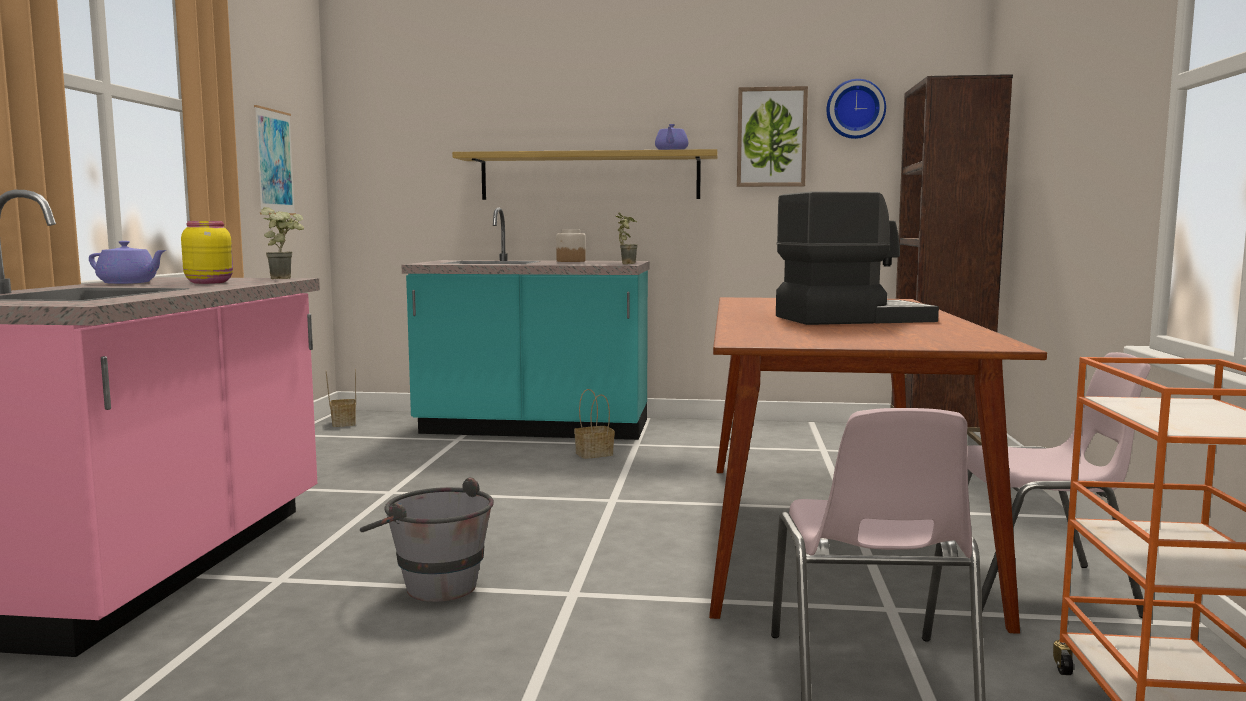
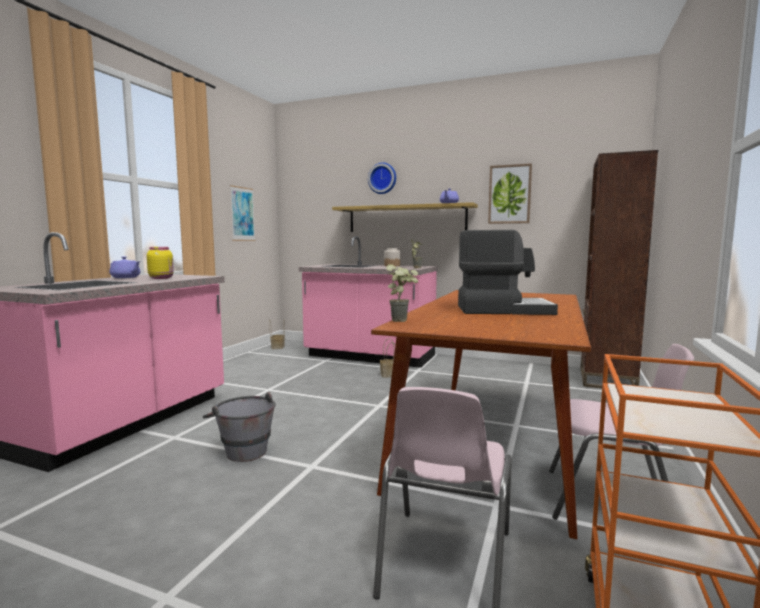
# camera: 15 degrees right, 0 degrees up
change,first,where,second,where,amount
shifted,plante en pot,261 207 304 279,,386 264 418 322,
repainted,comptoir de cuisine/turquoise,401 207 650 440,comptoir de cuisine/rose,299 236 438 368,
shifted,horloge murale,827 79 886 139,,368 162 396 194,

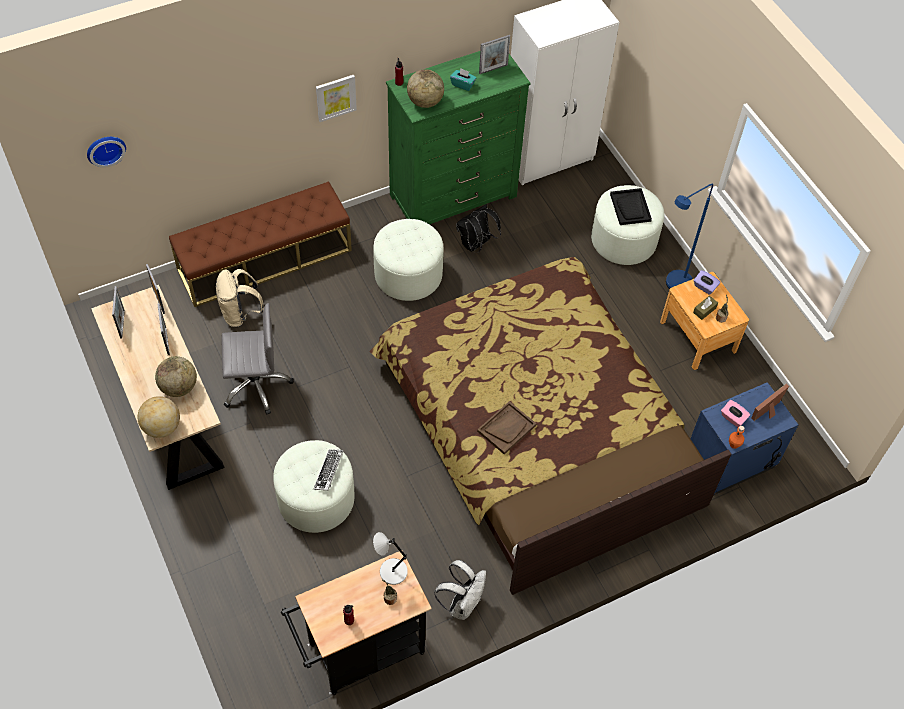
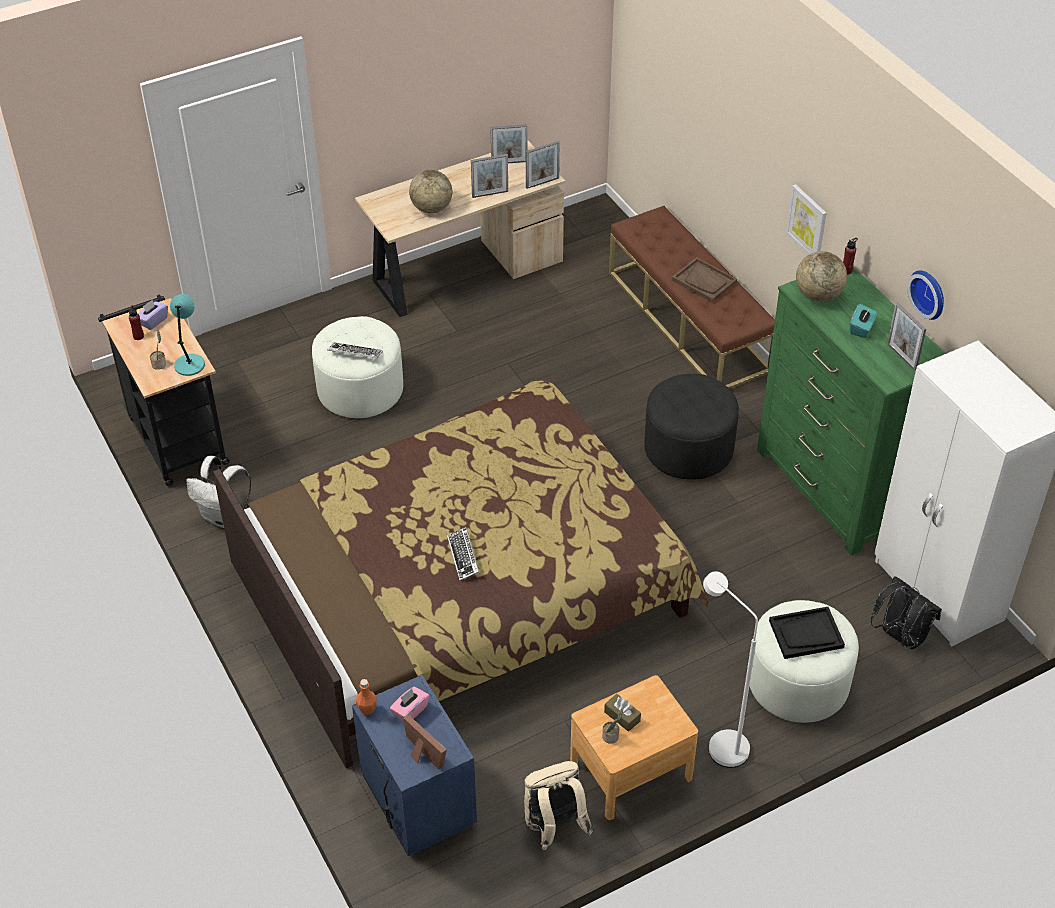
# camera: 90 degrees right, 10 degrees down
change,first,where,second,where,amount
shifted,horloge murale,87 137 126 168,,907 270 944 320,
gone,globe,138 396 180 438,,,
shifted,sac à dos/beige,216 269 264 327,,524 761 593 850,
gone,chaise de bureau/gris,222 303 294 415,,,
repainted,pouf/blanc,373 219 444 301,pouf/noir,644 374 739 480,
repainted,lampe de table/gris,373 532 408 585,lampe de table/turquoise,170 294 205 376,
shifted,sac à dos/noir,456 204 501 253,,870 576 942 650,
shifted,plateau/marron,477 401 536 455,,672 257 737 303,
repainted,lampadaire/bleu,666 184 713 289,lampadaire/blanc,703 571 758 768,
shifted,boîte à mouchoirs/violet,694 270 720 295,,138 300 168 330,
new,,,clavier,447 527 480 581,

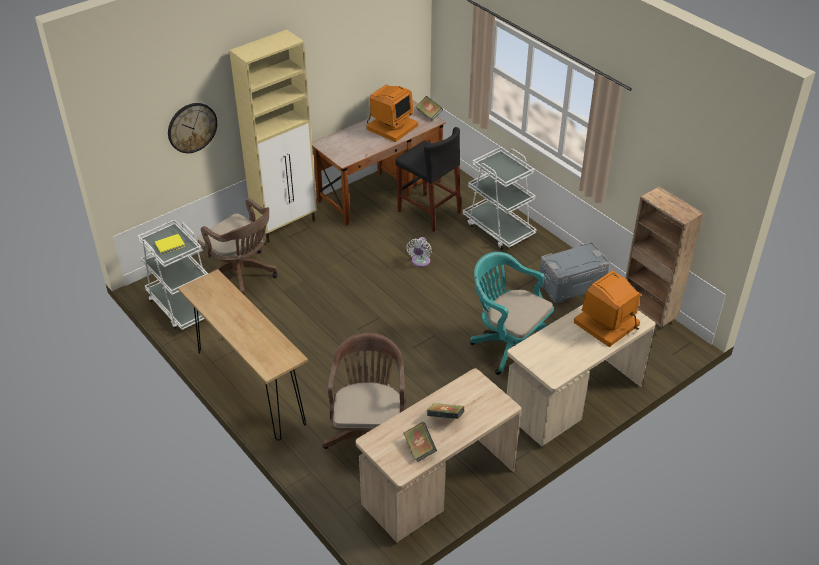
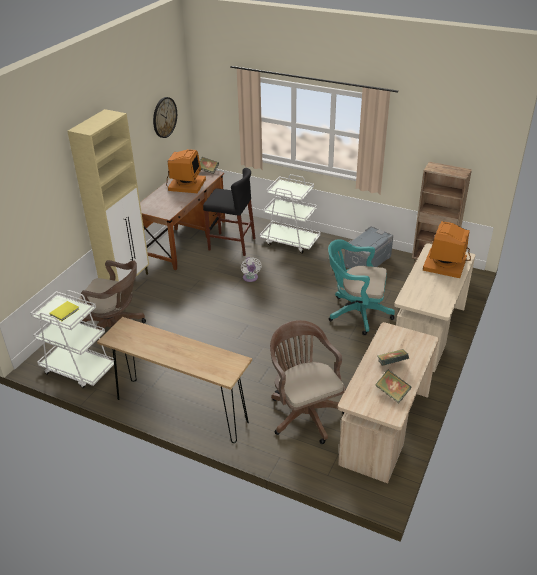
# camera: 25 degrees left, 5 degrees down
change,first,where,second,where,amount
shifted,horloge murale,168 103 217 153,,153 97 177 138,

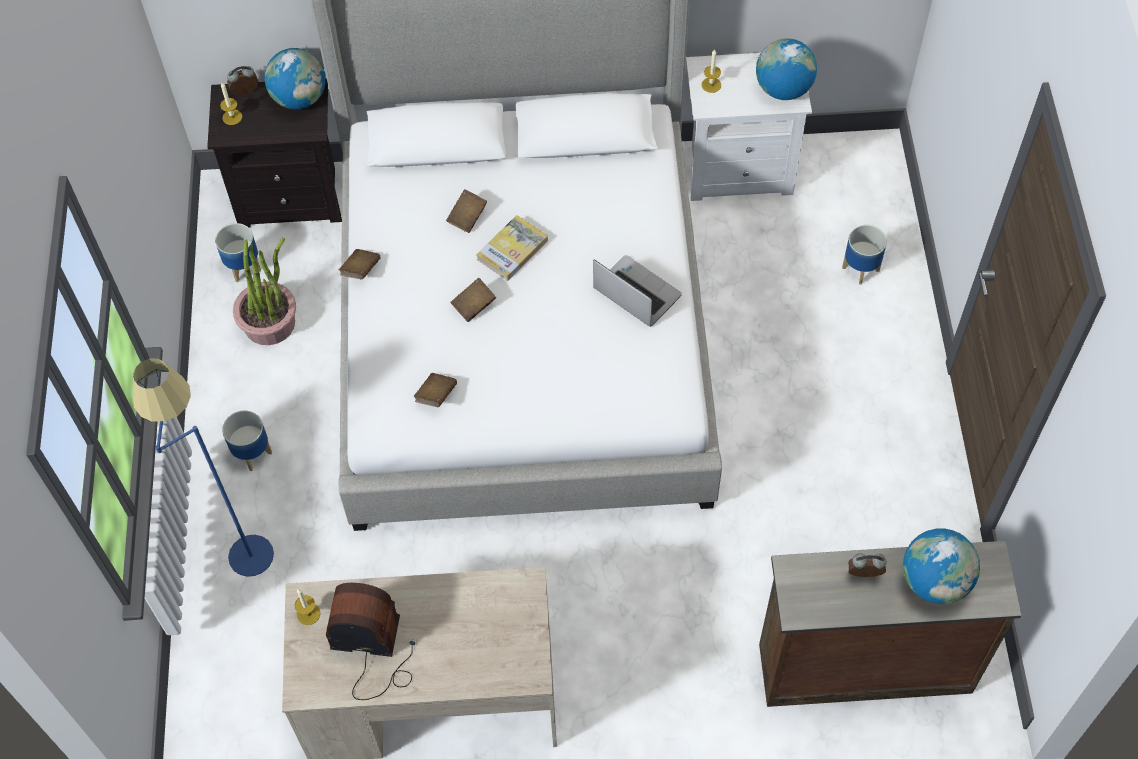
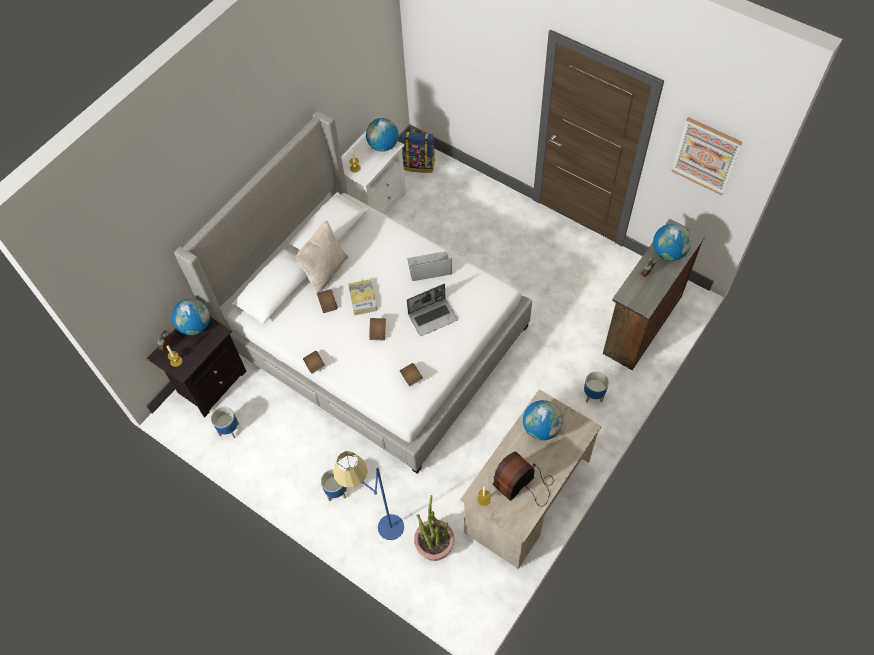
# camera: 50 degrees left, 0 degrees up
change,first,where,second,where,amount
shifted,plante en pot,233 238 296 345,,414 495 455 561,
shifted,cache-pot,842 225 887 285,,584 371 609 403,
new,,,coussin/beige,296 221 348 293,
new,,,sac à dos,401 130 435 173,
new,,,ordinateur portable,407 284 458 336,
new,,,globe,523 400 563 440,
new,,,tableau,672 117 743 195,

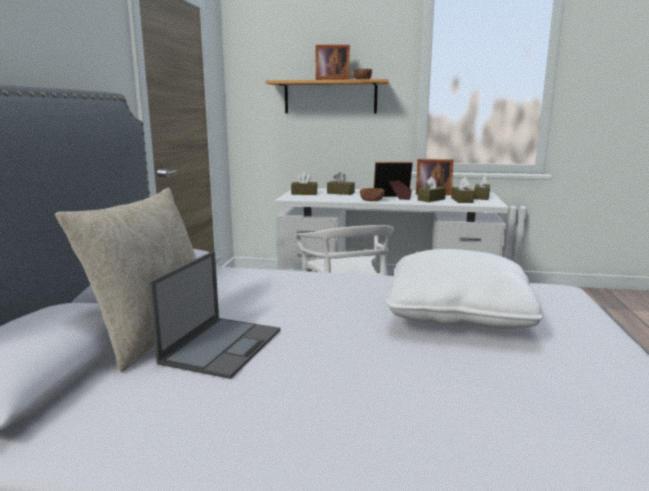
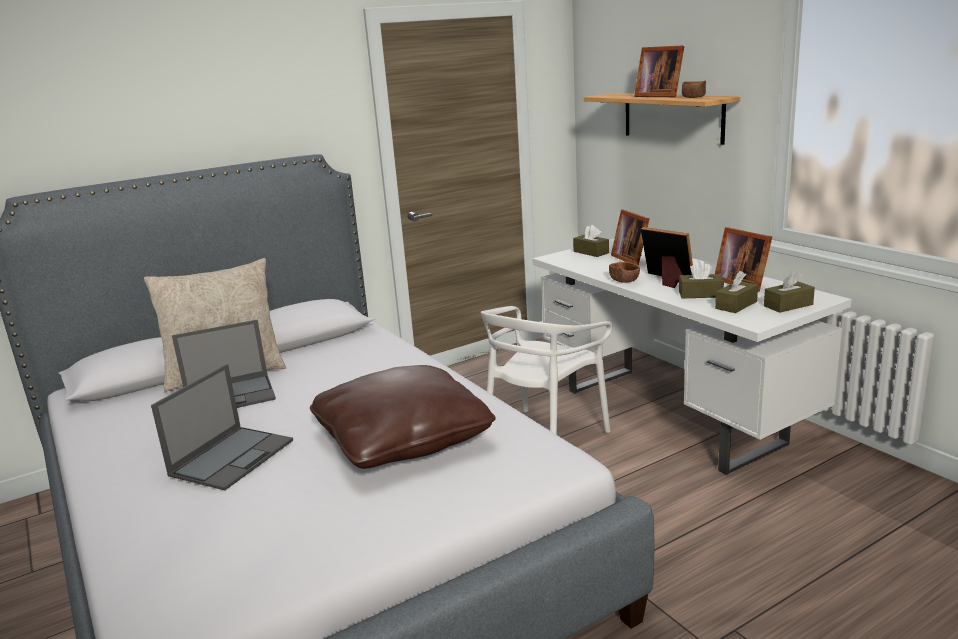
# camera: 50 degrees right, 5 degrees up
change,first,where,second,where,amount
swapped,boîte à mouchoirs/marron,327 172 355 195,cadre photo,611 209 650 266,
repainted,coussin/blanc,386 249 544 329,coussin/marron,310 365 496 469,
new,,,ordinateur portable,151 364 293 490,

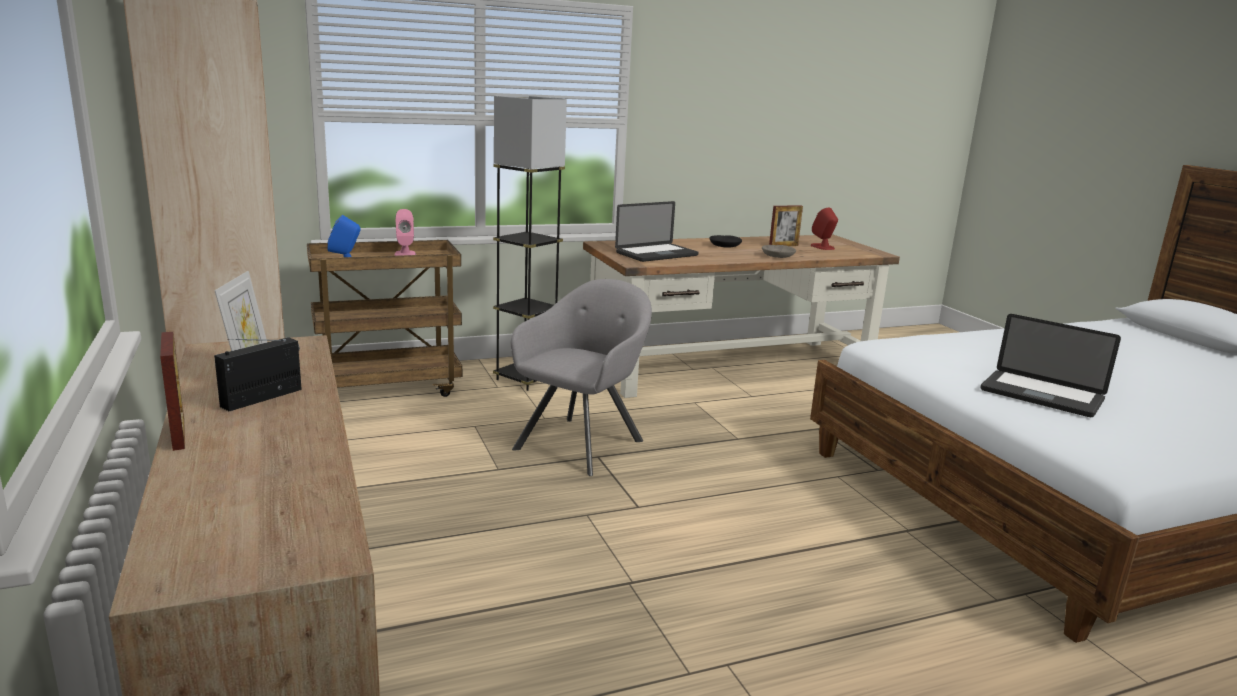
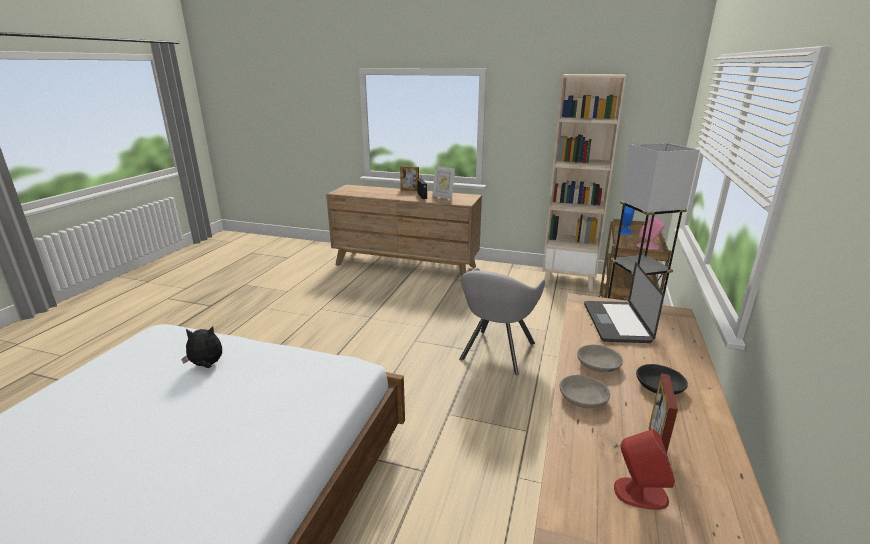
# camera: 130 degrees right, 5 degrees up
change,first,where,second,where,amount
rotated,fauteuil/gris,511 279 652 476,,459 268 545 375,45 degrees clockwise
swapped,ordinateur portable,980 314 1121 417,peluche,181 326 222 368,
new,,,bol/gris,577 345 623 372,

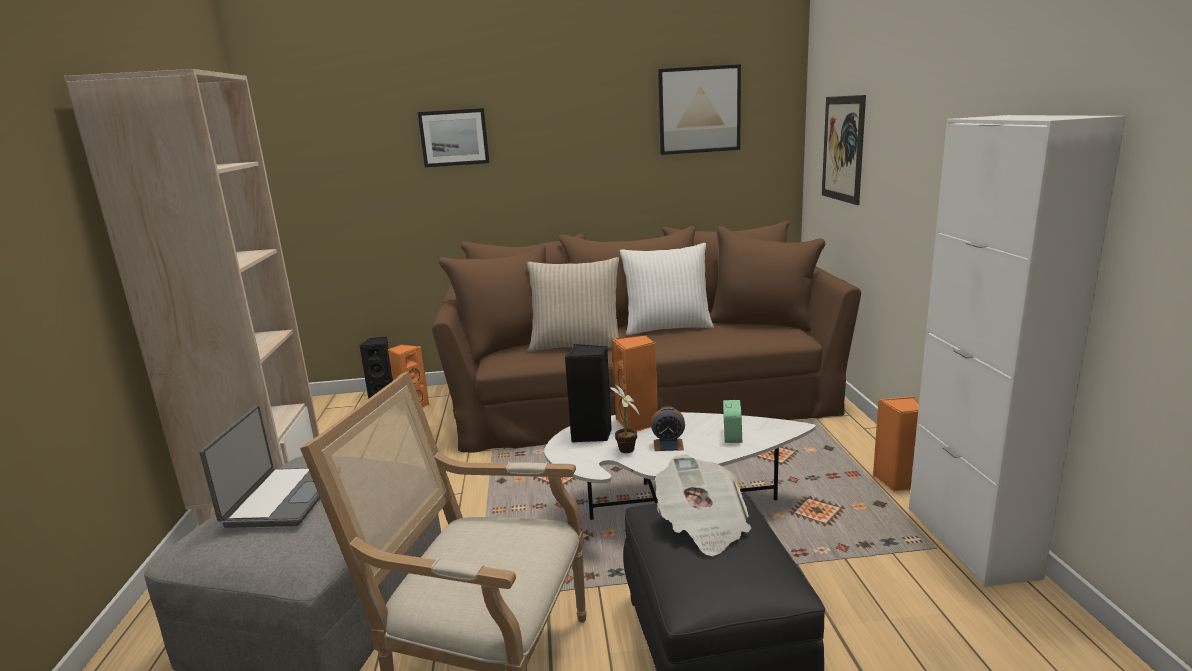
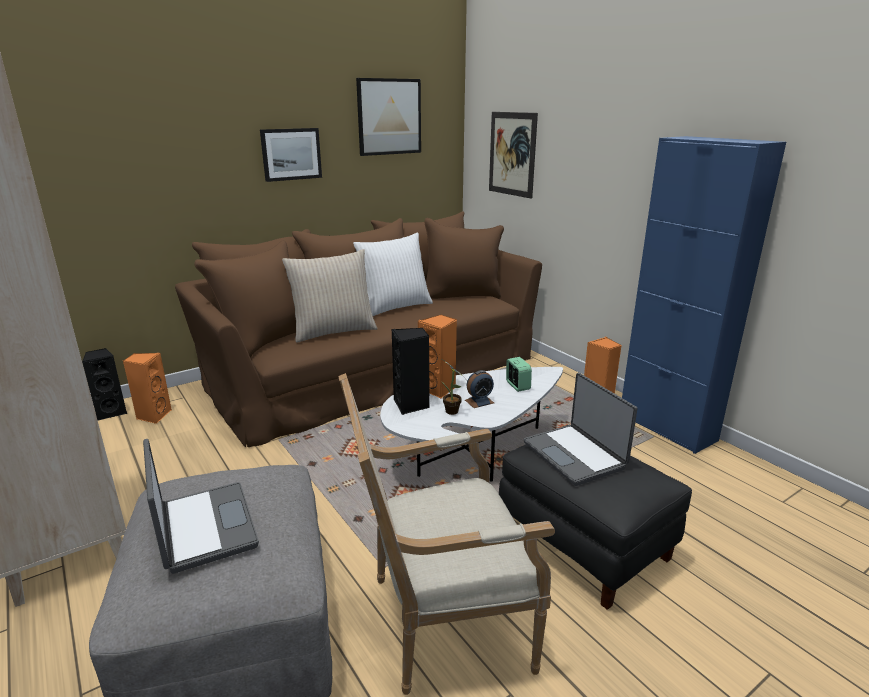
# camera: 30 degrees left, 5 degrees up
change,first,where,second,where,amount
shifted,tableau,418 108 490 167,,260 128 322 182,
swapped,journal,655 455 751 556,ordinateur portable,524 373 637 486,
repainted,meuble de rangement/blanc,909 115 1126 587,meuble de rangement/bleu,622 136 786 454,

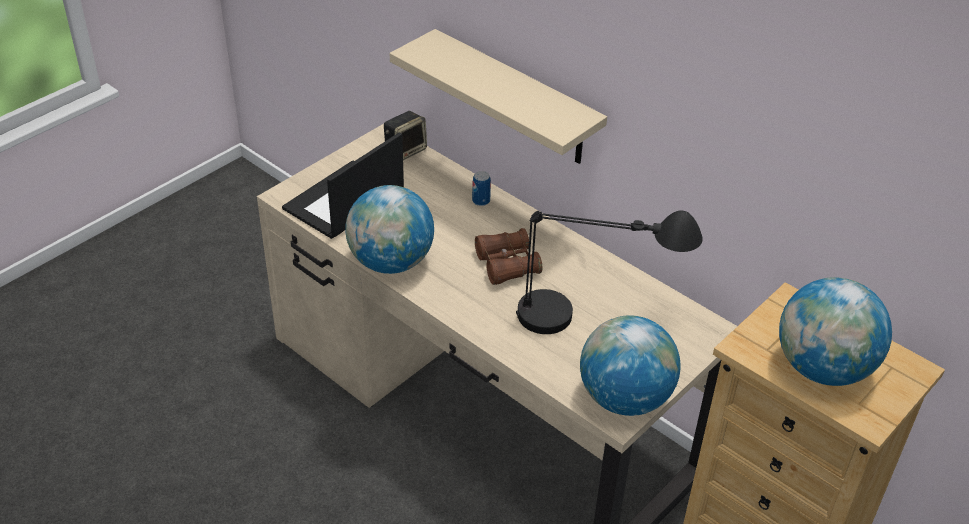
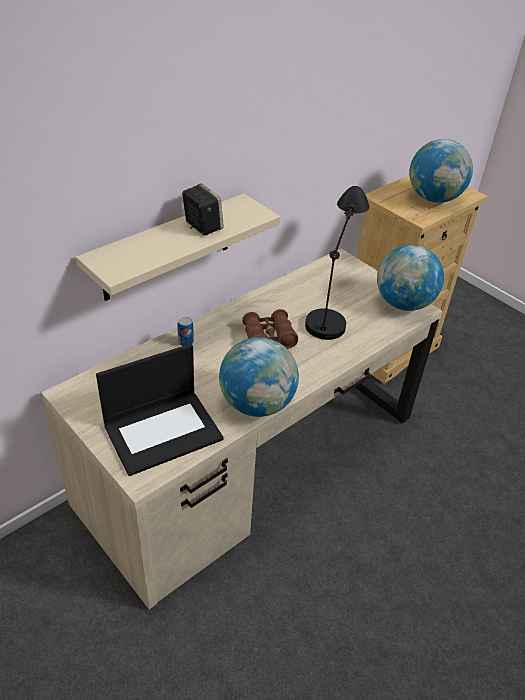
# camera: 85 degrees left, 0 degrees up
change,first,where,second,where,amount
rotated,ordinateur portable,282 132 404 239,,96 344 224 476,75 degrees counterclockwise
shifted,enceinte,384 111 427 160,,182 183 224 236,

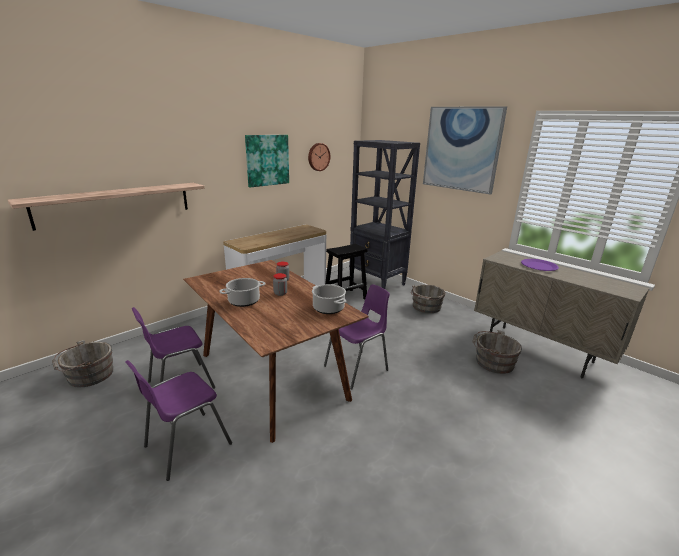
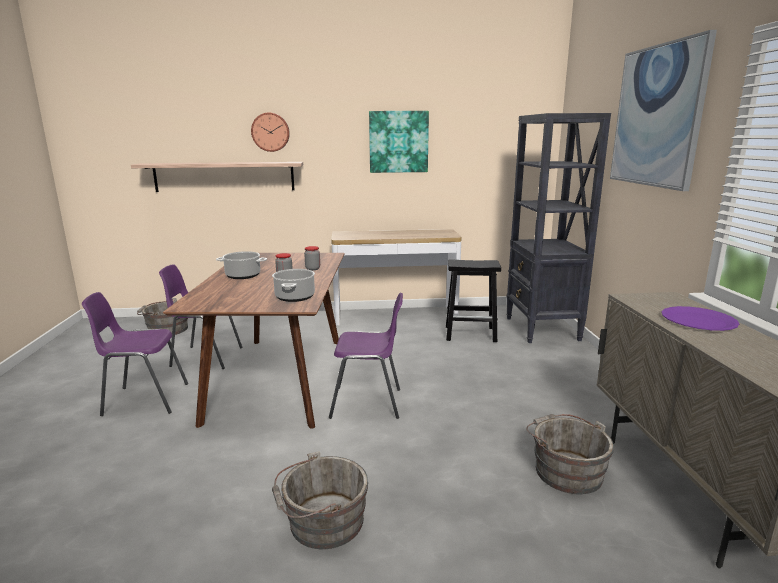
# camera: 40 degrees right, 5 degrees down
change,first,where,second,where,amount
shifted,horloge murale,308 143 330 171,,251 113 290 152,
shifted,seau/gris,411 285 446 313,,272 451 368 549,

